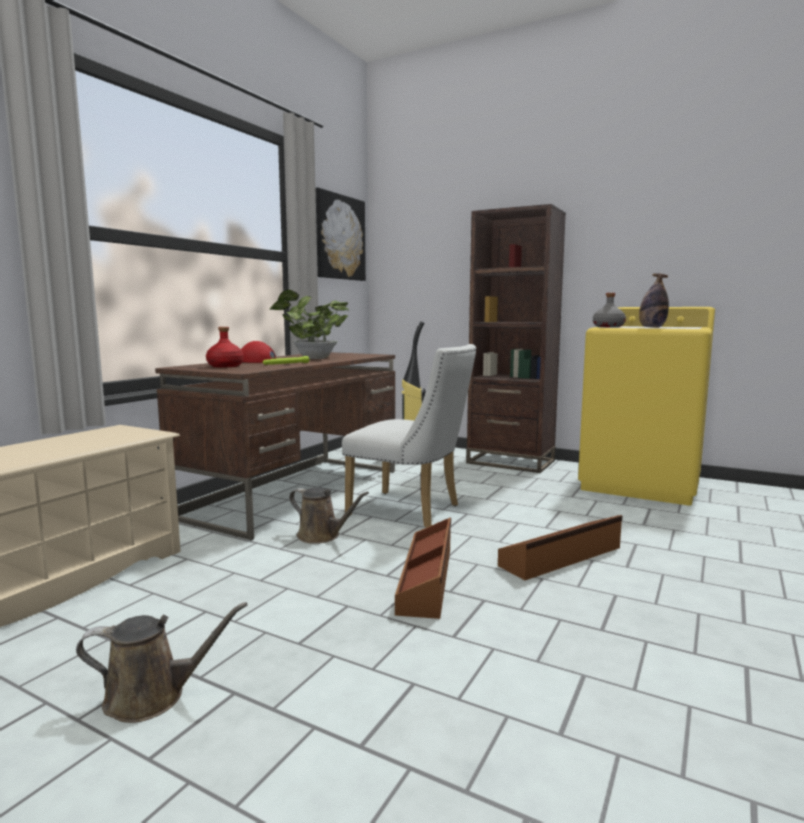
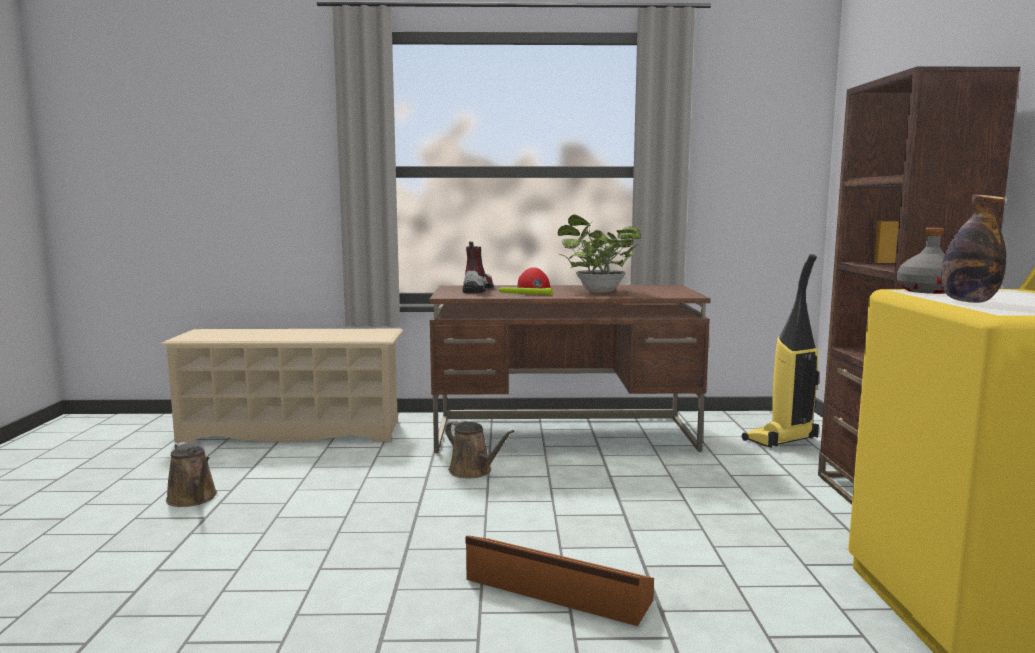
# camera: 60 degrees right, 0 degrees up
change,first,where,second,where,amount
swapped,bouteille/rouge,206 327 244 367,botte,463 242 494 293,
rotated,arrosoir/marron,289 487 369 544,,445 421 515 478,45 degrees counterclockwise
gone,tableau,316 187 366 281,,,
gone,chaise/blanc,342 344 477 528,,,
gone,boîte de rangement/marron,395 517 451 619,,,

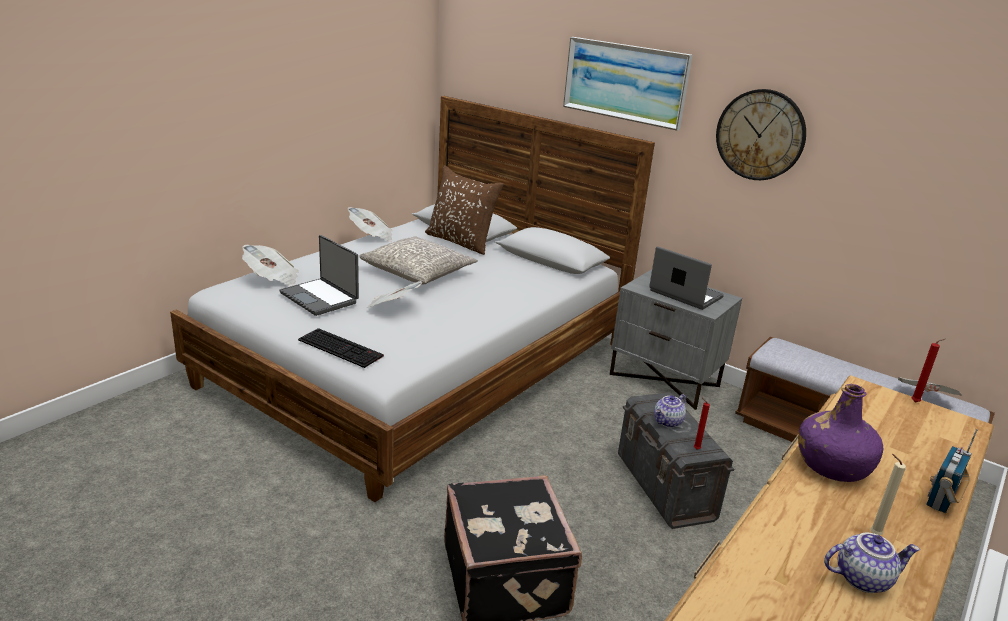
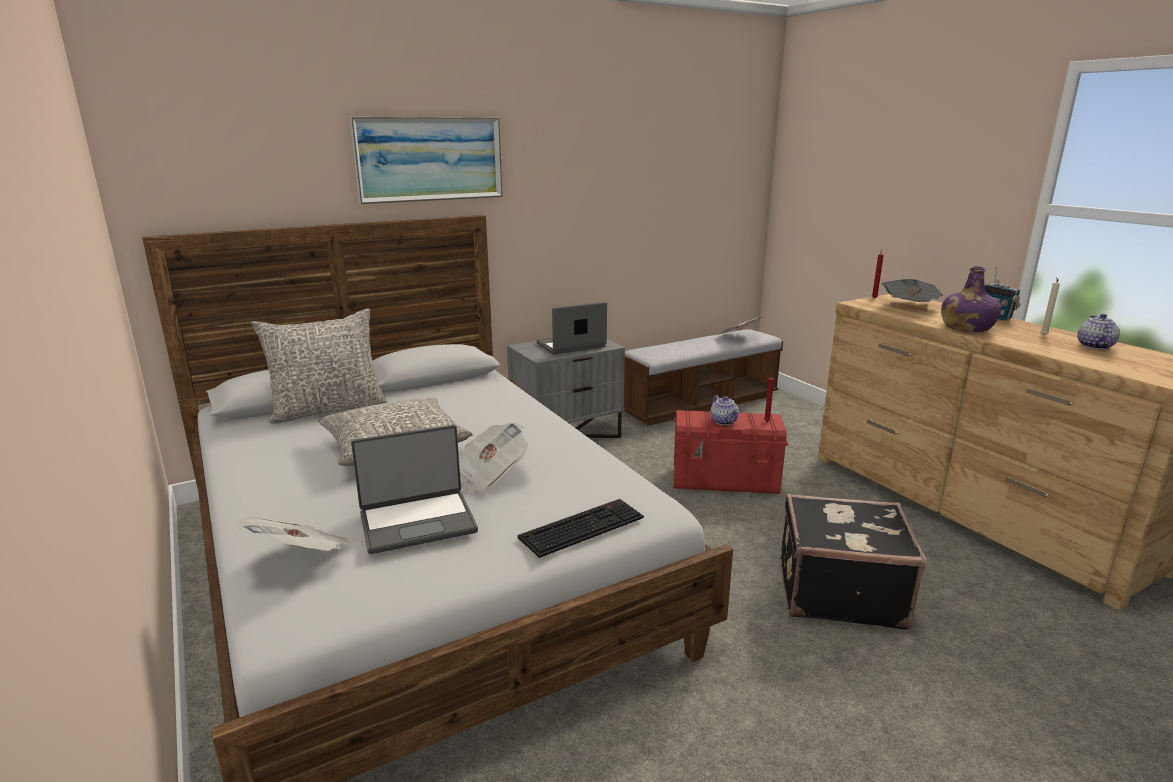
# camera: 65 degrees left, 5 degrees down
change,first,where,second,where,amount
shifted,journal,348 207 393 242,,882 279 943 302,
repainted,coussin/marron,425 165 504 255,coussin/gris,251 308 388 424,
repainted,boîte de rangement/gris,618 392 734 529,boîte de rangement/rouge,674 410 788 494,
gone,horloge murale,716 89 806 180,,,

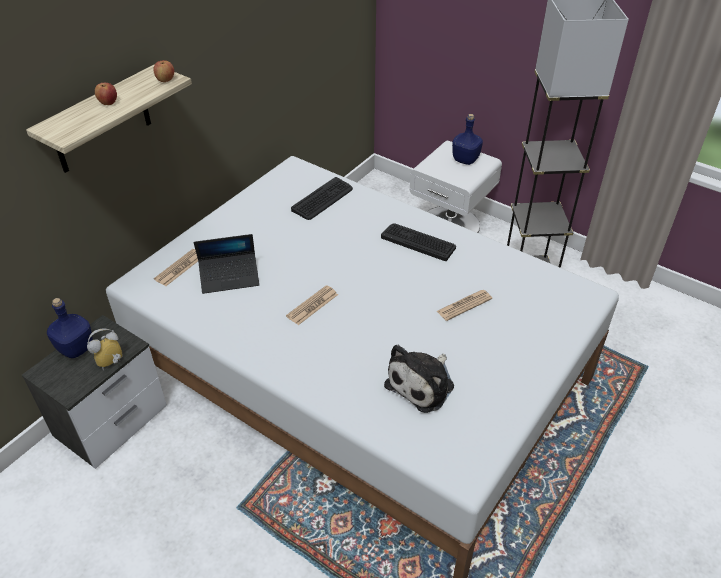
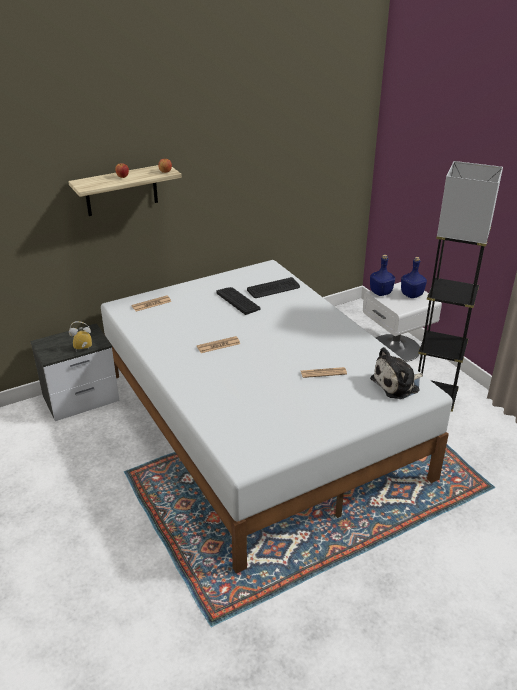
# camera: 25 degrees right, 10 degrees down
change,first,where,second,where,amount
shifted,bouteille/bleu,47 298 93 358,,370 255 395 296,
gone,ordinateur portable,194 234 260 294,,,
shifted,clavier,381 223 456 261,,217 287 260 315,
shifted,peluche,384 345 454 413,,370 347 423 399,

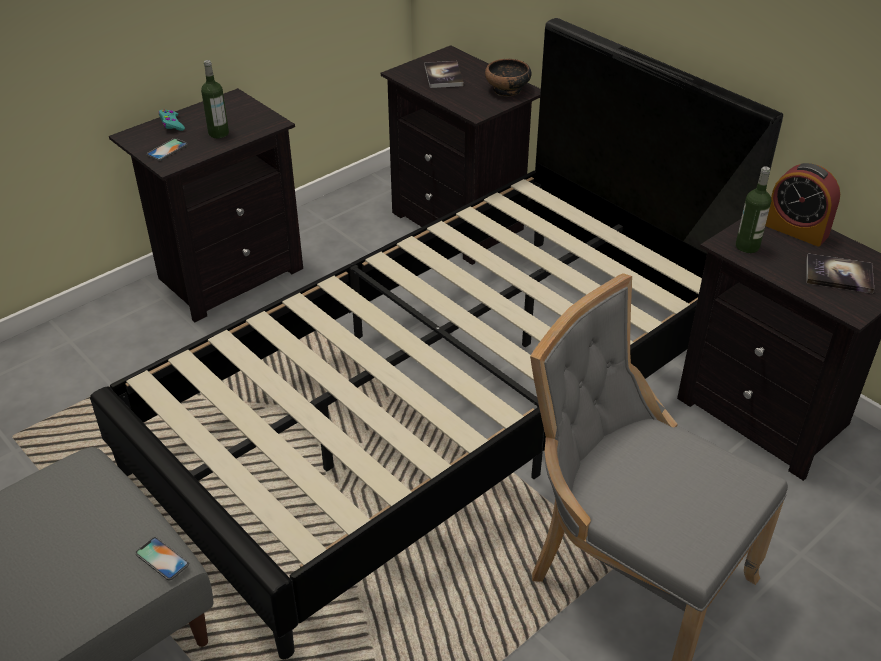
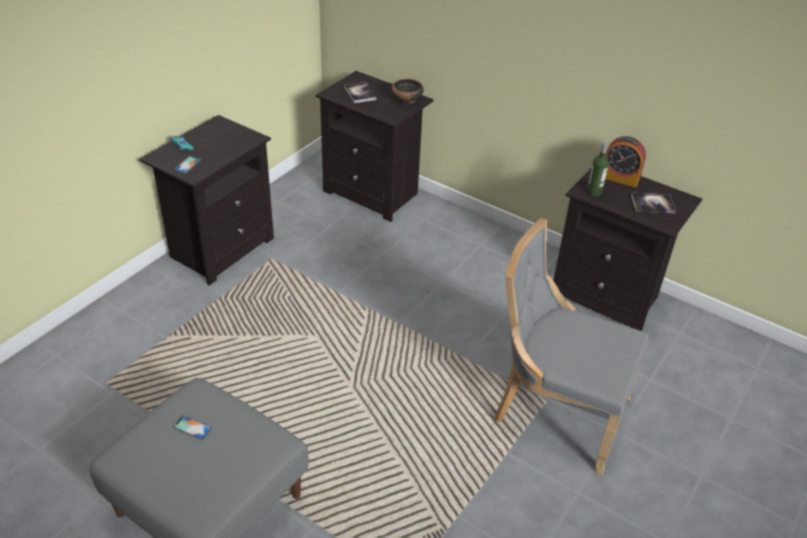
# camera: 15 degrees left, 0 degrees up
change,first,where,second,where,amount
gone,lit/noir,90 18 783 659,,,
shifted,téléphone,135 537 189 580,,173 415 212 440,
gone,bouteille,201 60 229 138,,,

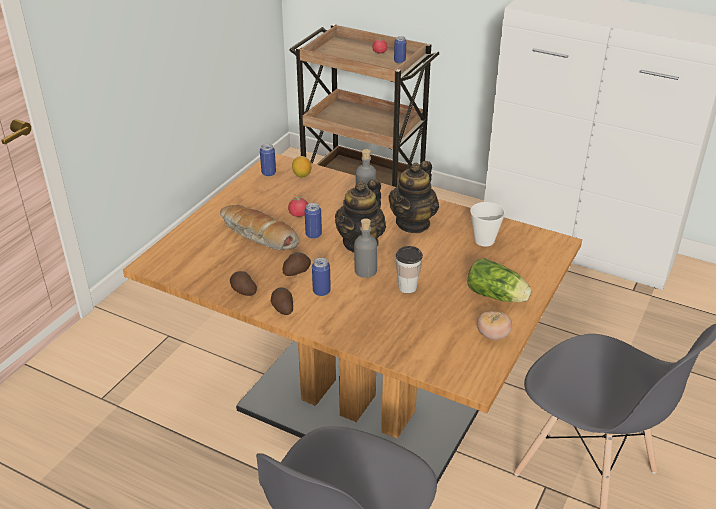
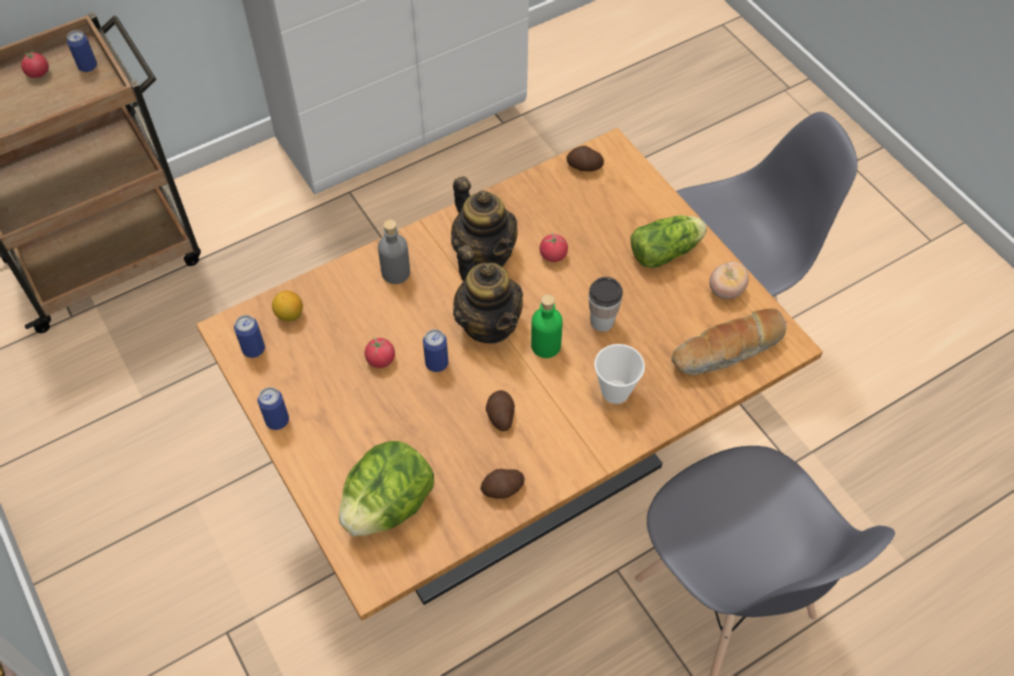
# camera: 60 degrees left, 20 degrees up
change,first,where,second,where,amount
shifted,pain,220 205 299 250,,672 308 786 375,
shifted,pomme de terre,271 287 293 315,,567 146 604 171,
shifted,boîte métallique,312 258 331 296,,258 387 289 430,
repainted,bouteille/gris,354 218 377 278,bouteille/vert,531 294 563 358,
shifted,tasse,470 202 505 247,,594 344 645 404,
new,,,laitue,339 441 434 536,
new,,,tomate,540 233 568 262,

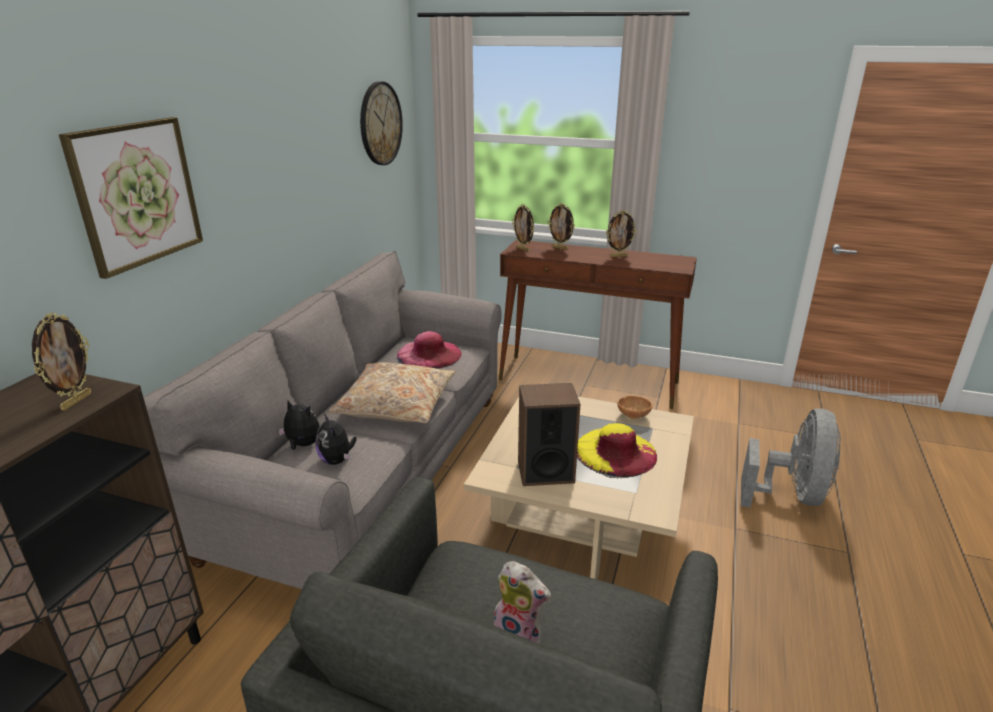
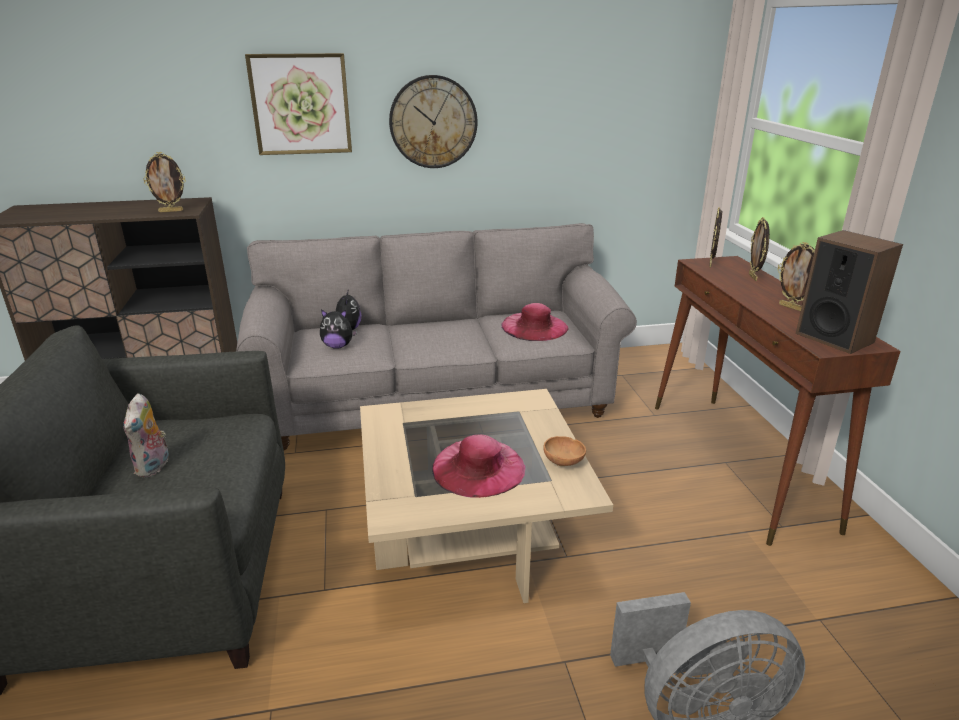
# camera: 60 degrees right, 0 degrees up
change,first,where,second,where,amount
rotated,peluche,316 413 357 465,,320 310 357 349,120 degrees counterclockwise
gone,coussin/beige,328 362 455 423,,,
shifted,horloge murale,360 81 403 165,,389 75 477 168,
shifted,enceinte,518 383 580 486,,796 230 903 354,
repainted,chapeau/jaune,577 423 657 477,chapeau/rose,432 435 525 498,

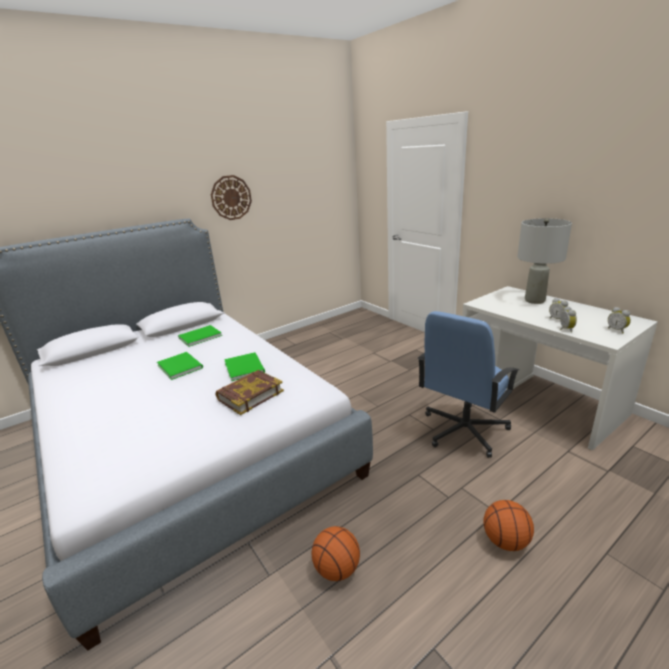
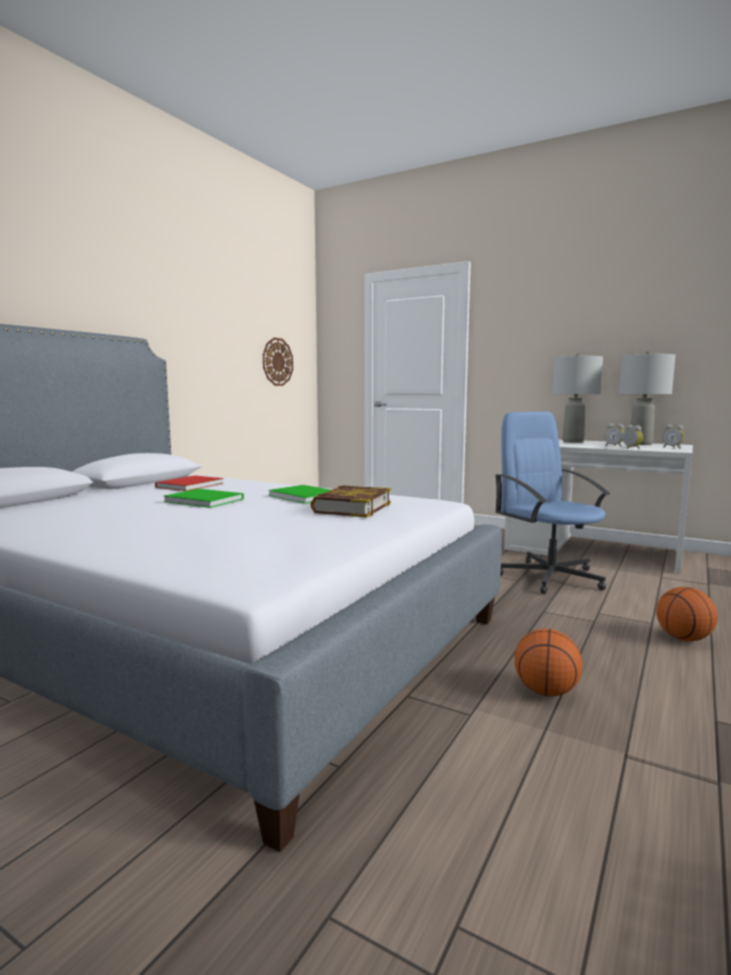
# camera: 25 degrees left, 15 degrees down
change,first,where,second,where,amount
repainted,livre/vert,178 325 222 347,livre/rouge,155 475 224 491,
shifted,horloge murale,211 175 252 220,,263 338 293 386,
rotated,chaise de bureau/bleu,418 311 519 458,,495 411 610 594,135 degrees clockwise
new,,,lampe de table/gris,619 352 675 445,

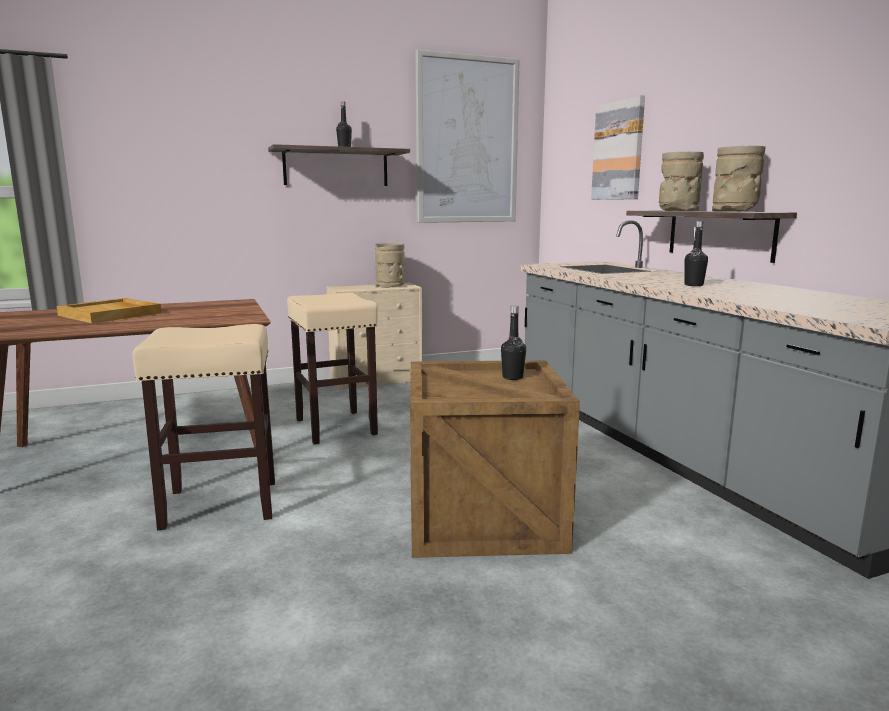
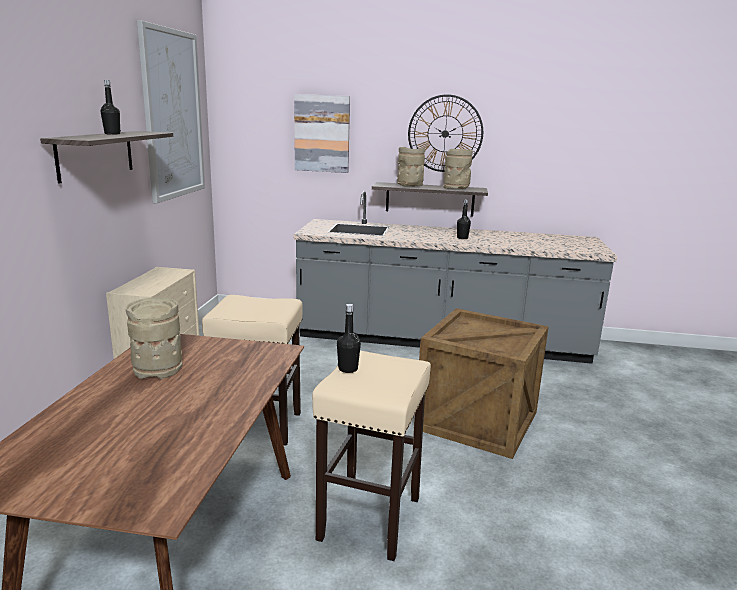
# camera: 60 degrees left, 5 degrees up
change,first,where,second,where,amount
gone,plateau/beige,57 298 162 323,,,
shifted,vase/beige,375 243 405 288,,126 297 183 379,
shifted,bouteille/noir,501 306 526 380,,337 304 361 373,
new,,,horloge murale,408 94 483 172,

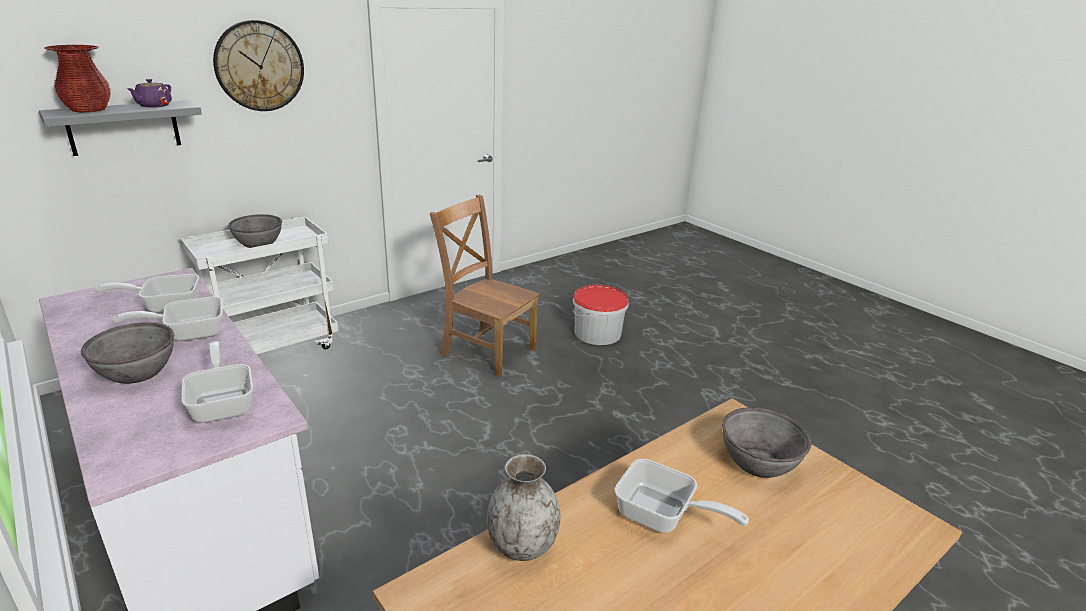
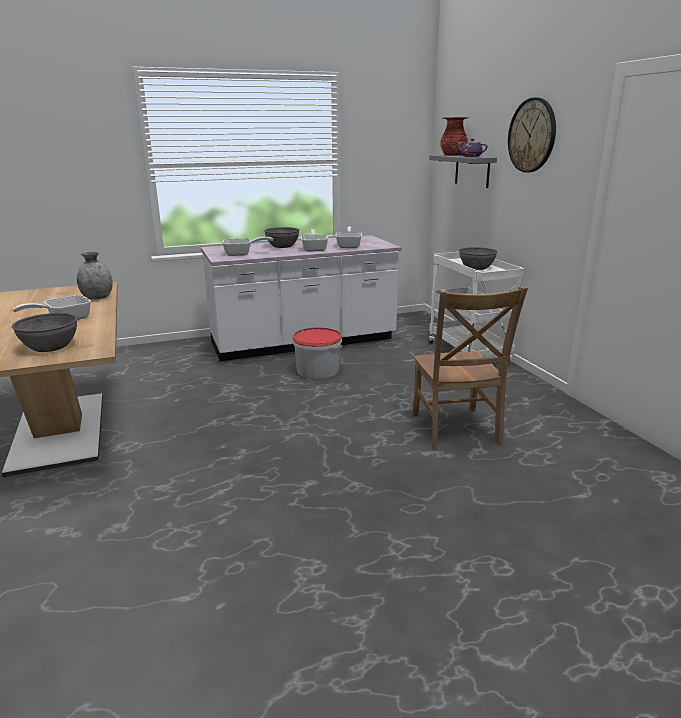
# camera: 110 degrees right, 5 degrees down
change,first,where,second,where,amount
rotated,chaise/marron,430 195 540 377,,413 286 528 450,120 degrees clockwise
shifted,seau,573 285 629 345,,292 327 342 379,

